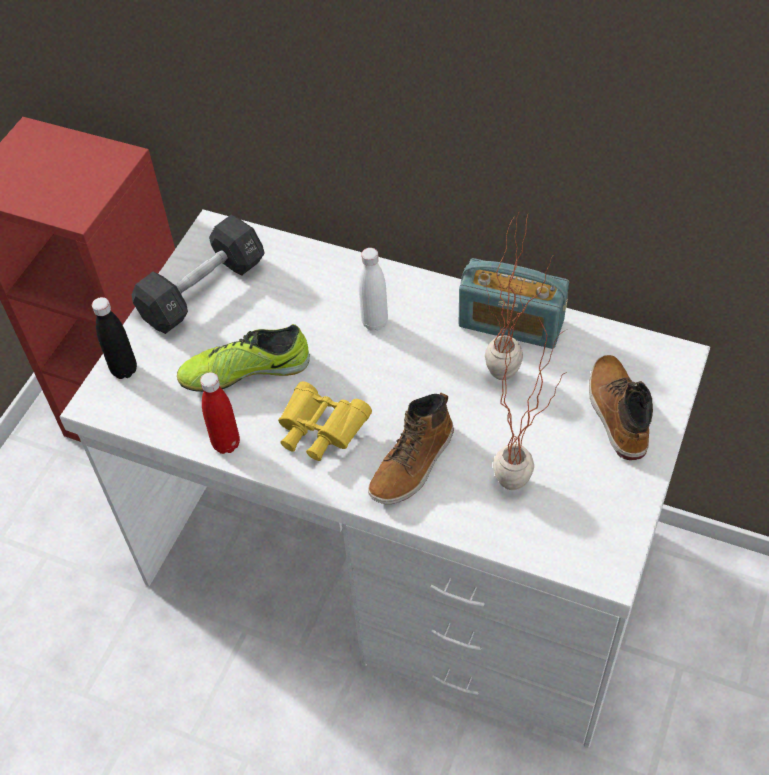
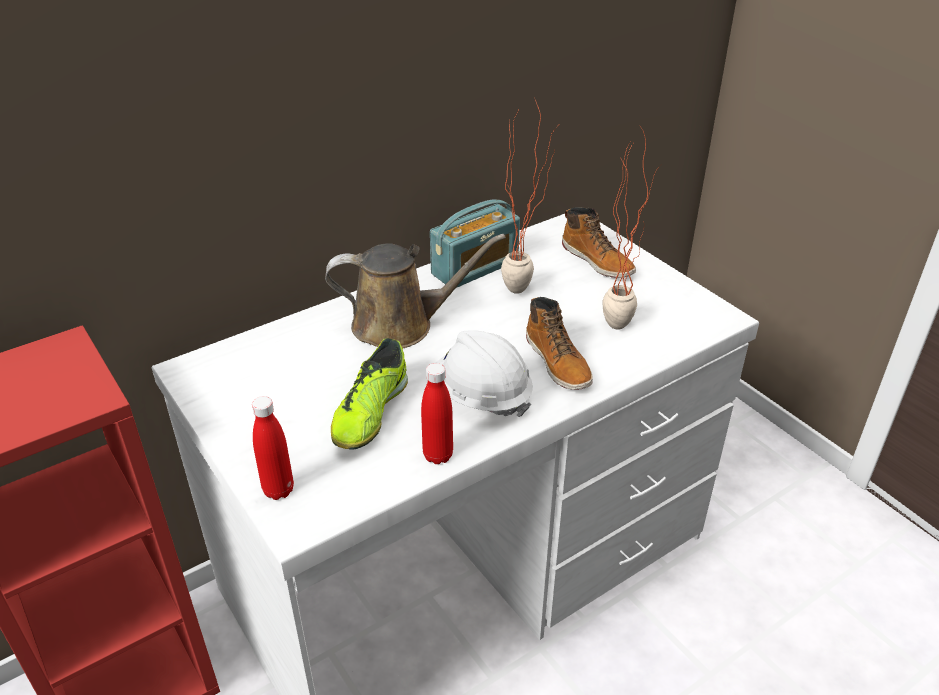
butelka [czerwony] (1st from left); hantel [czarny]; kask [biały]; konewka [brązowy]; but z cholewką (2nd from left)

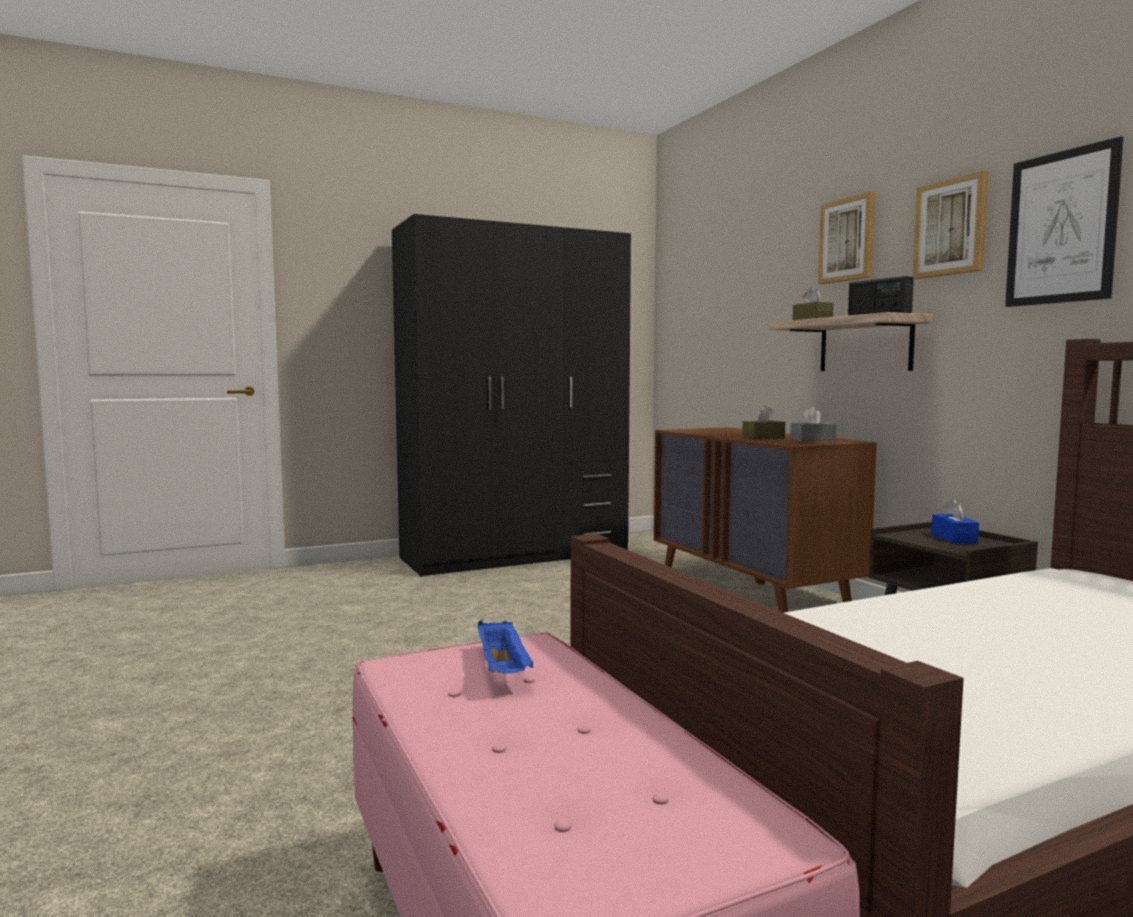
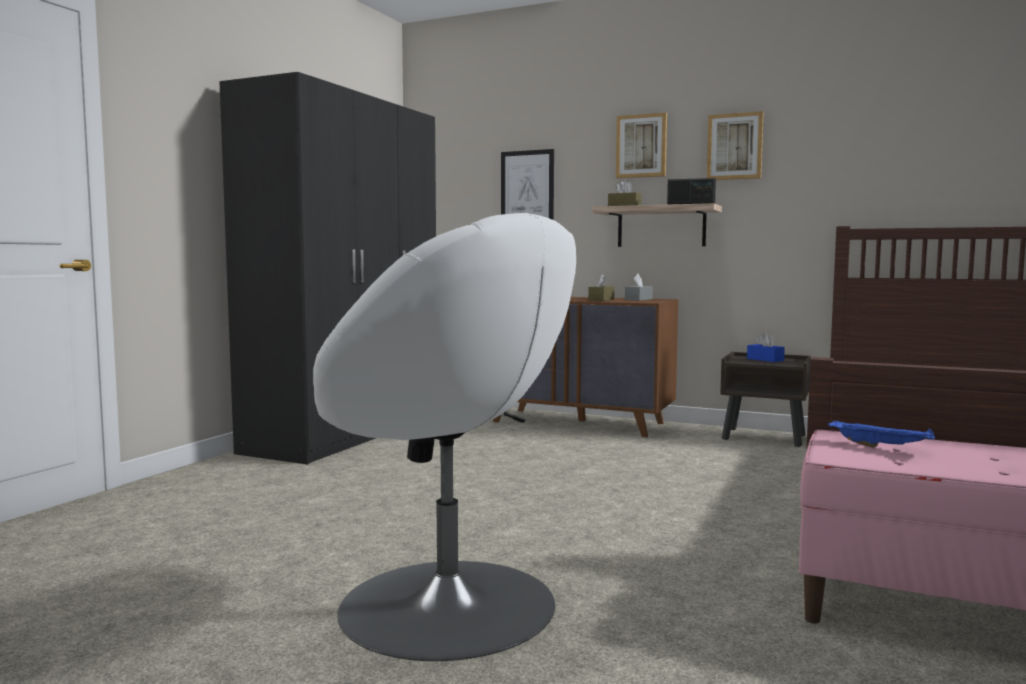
obraz (1st from left); fotel [biały]

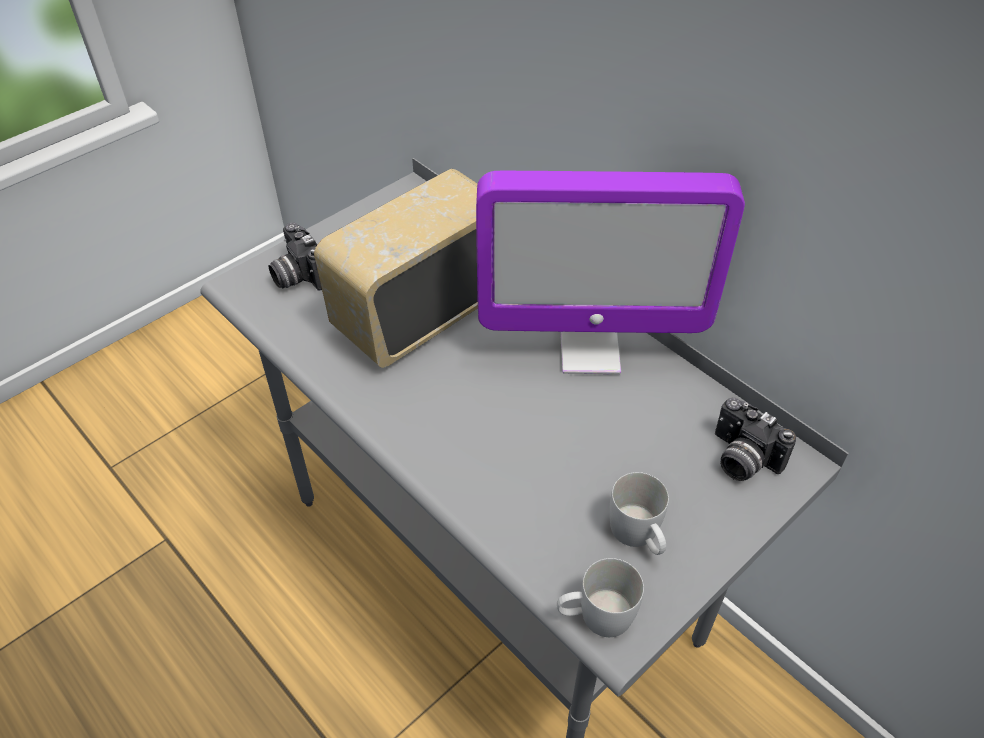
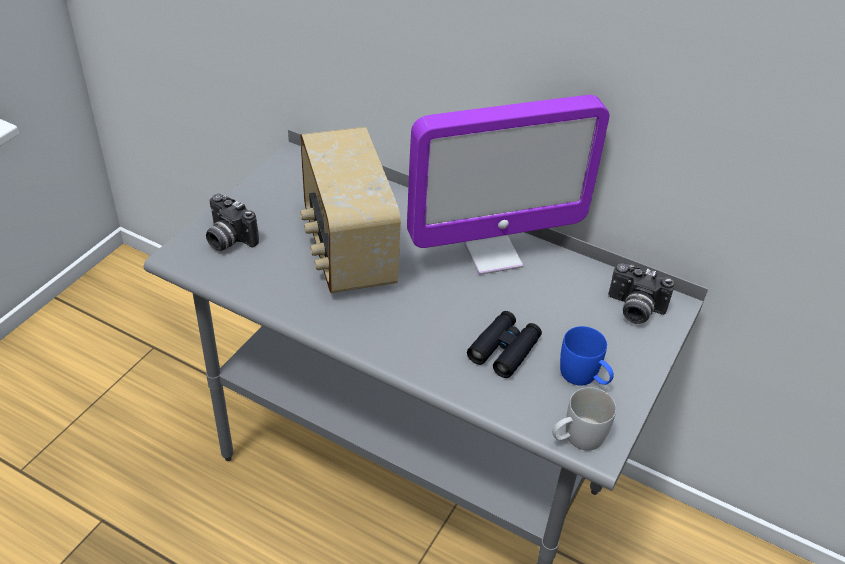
radio; kubek [niebieski]; lornetka [czarny]

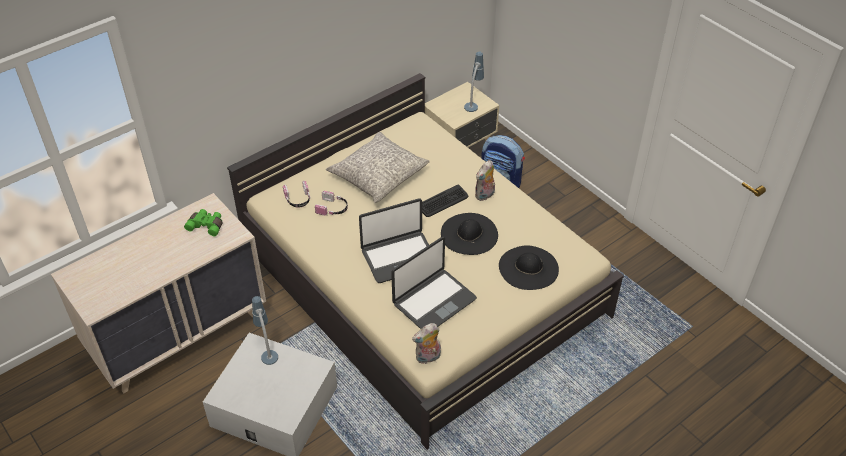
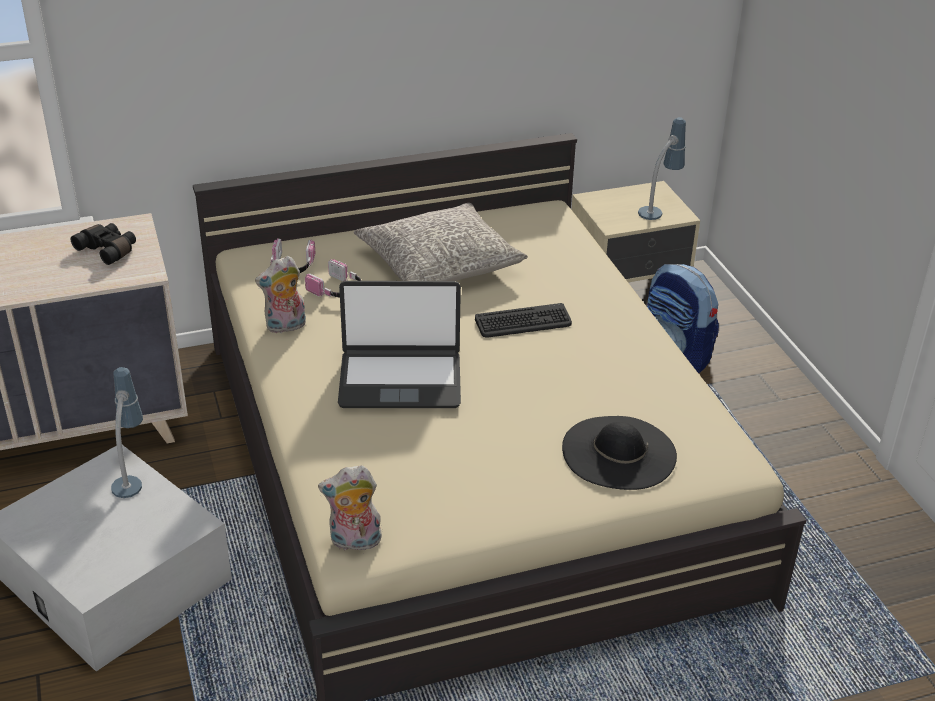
lornetka [czarny]; laptop (2nd from left in the first image); kapelusz [czarny] (1st from left in the first image); pluszak (1st from left)

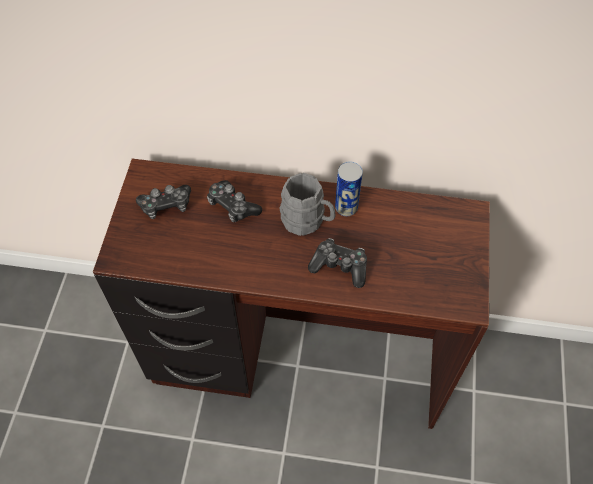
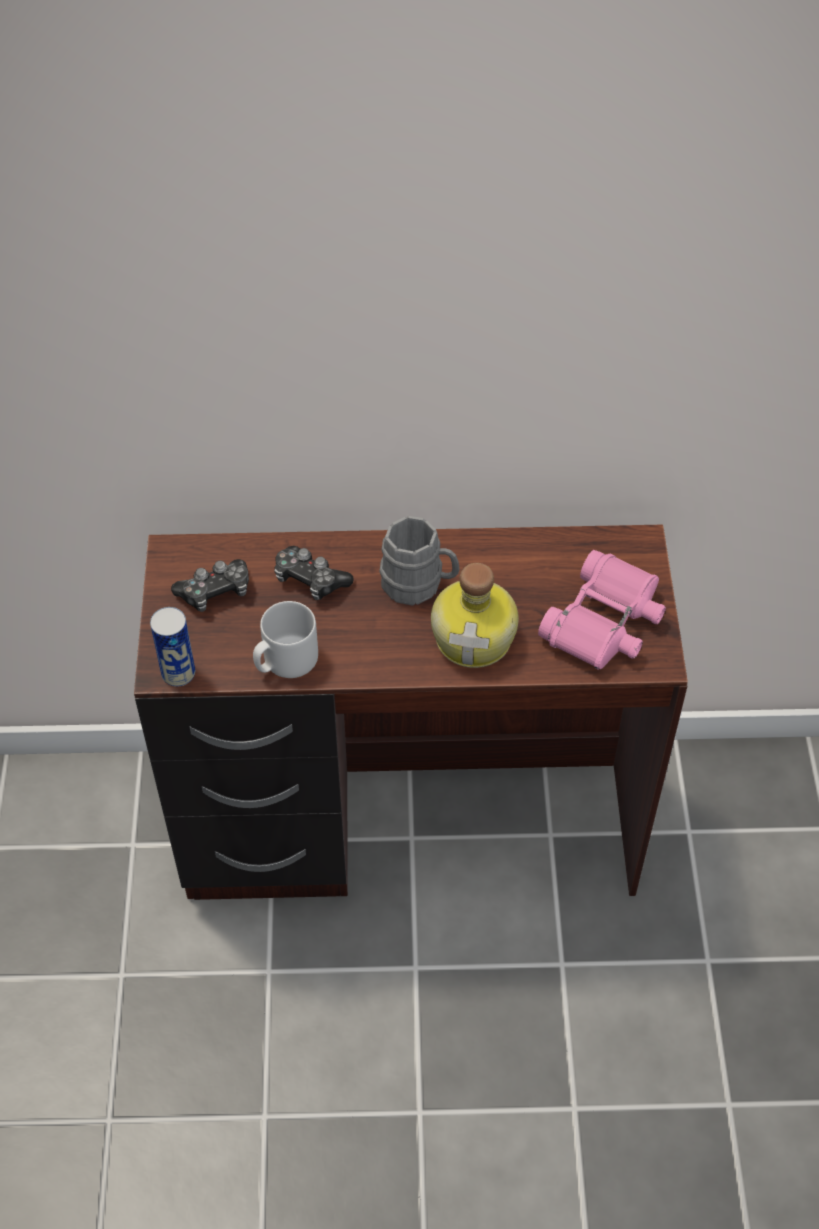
butelka; puszka; kubek [szary] (1st from left); lornetka [różowy]

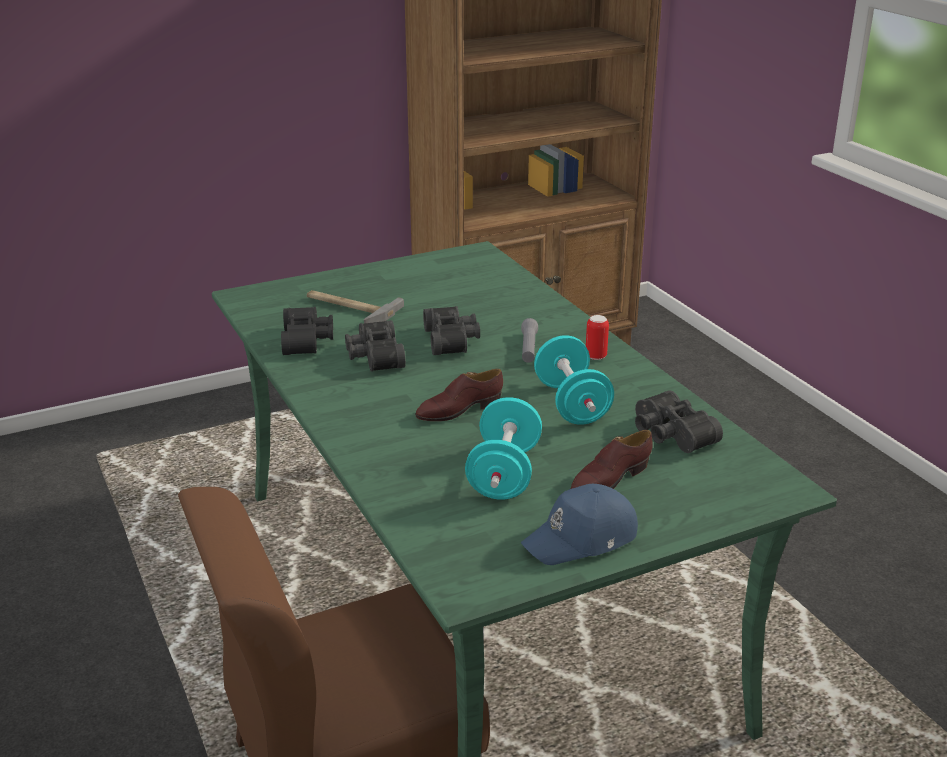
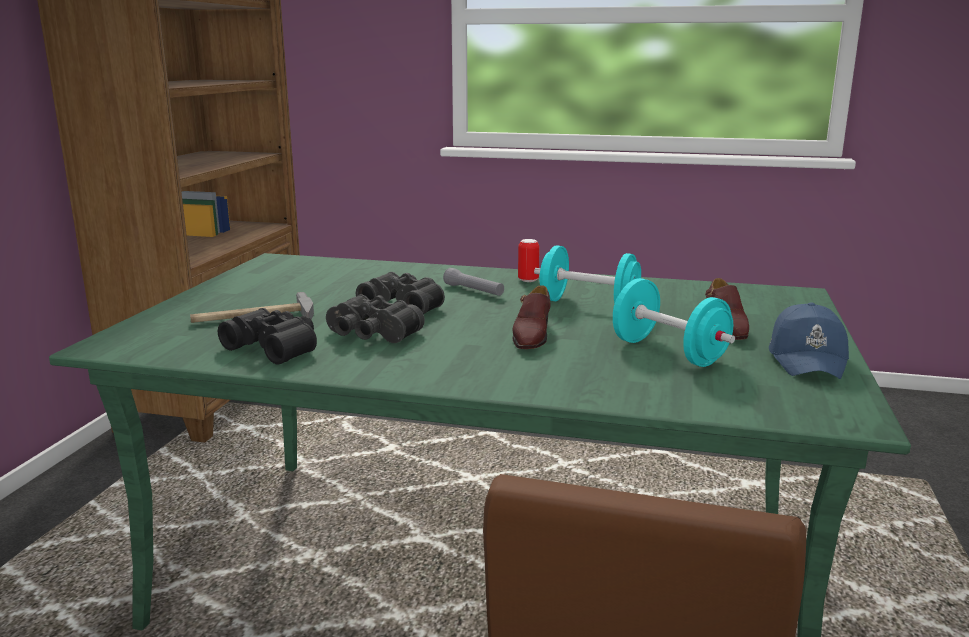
lornetka [czarny] (4th from left in the first image)

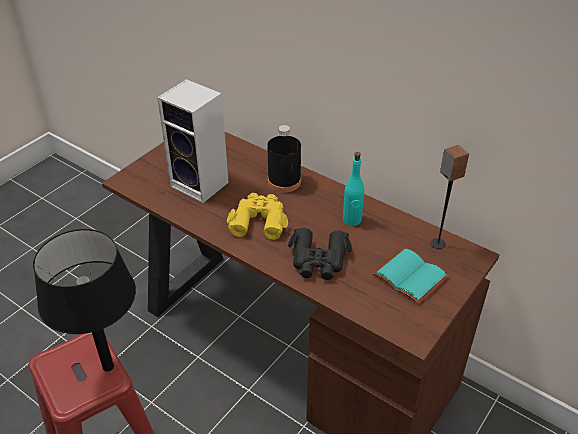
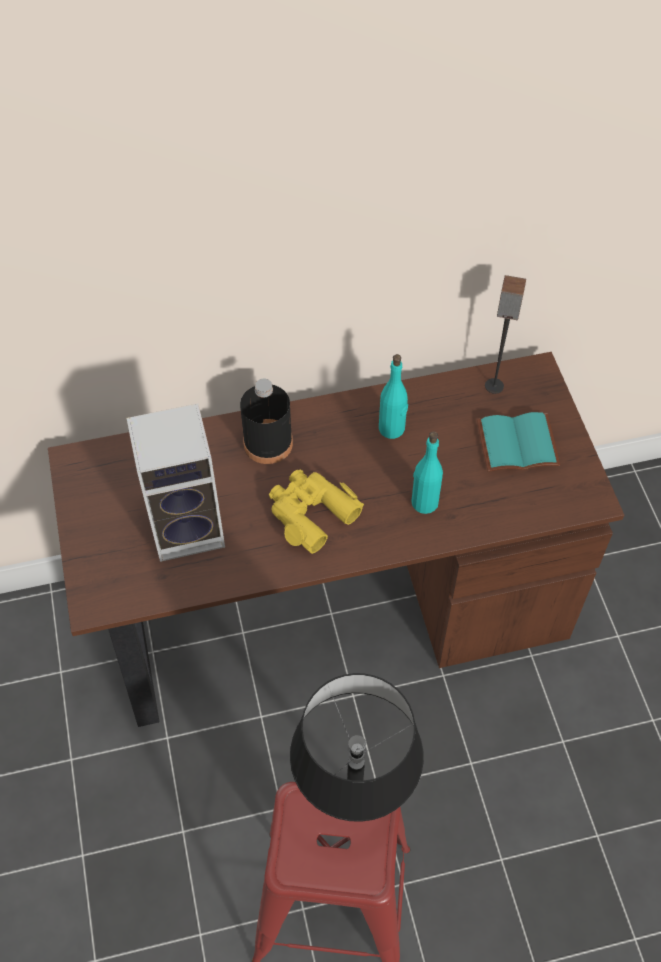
butelka [turkusowy] (2nd from left)

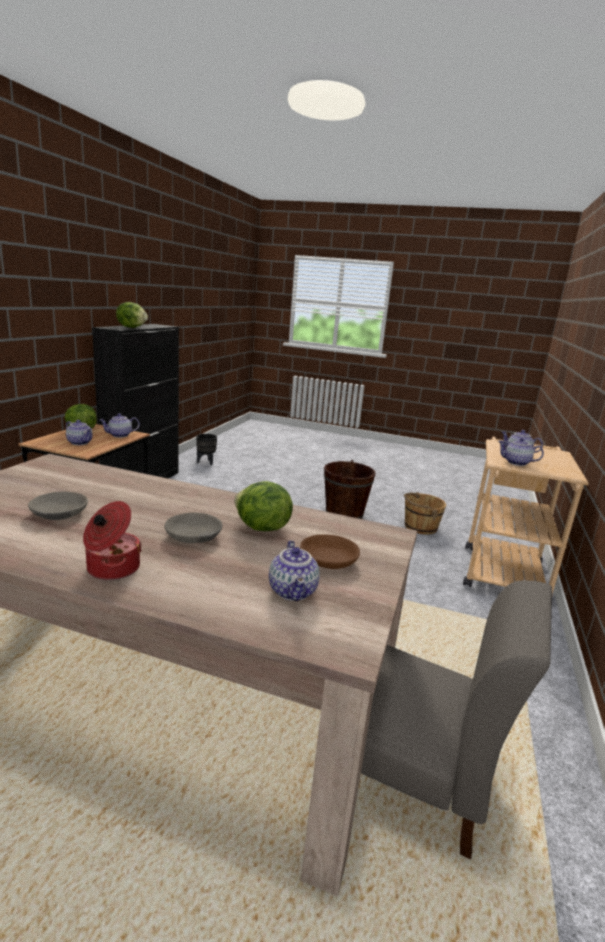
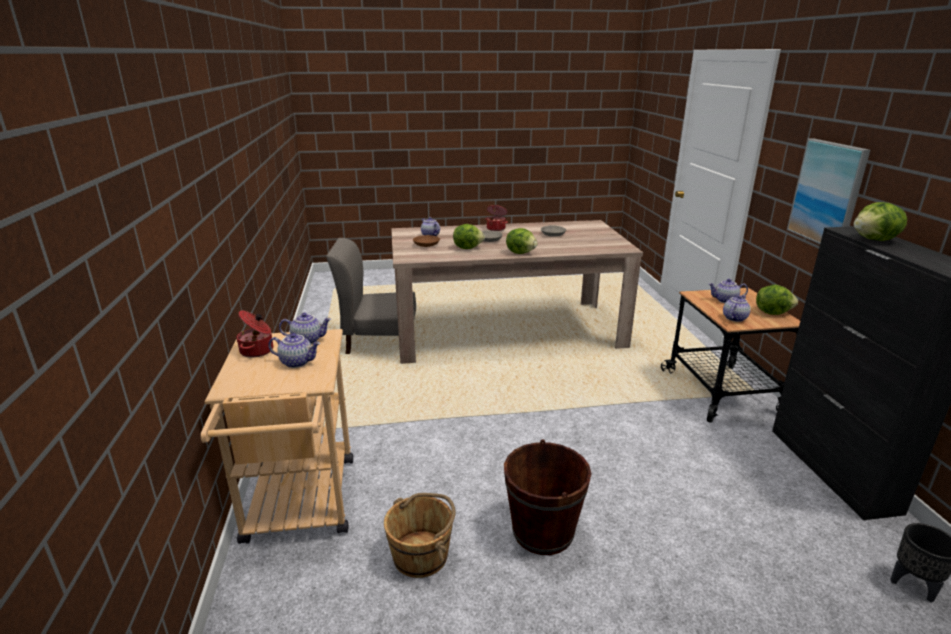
garnek (1st from left); sałata (2nd from left); obraz

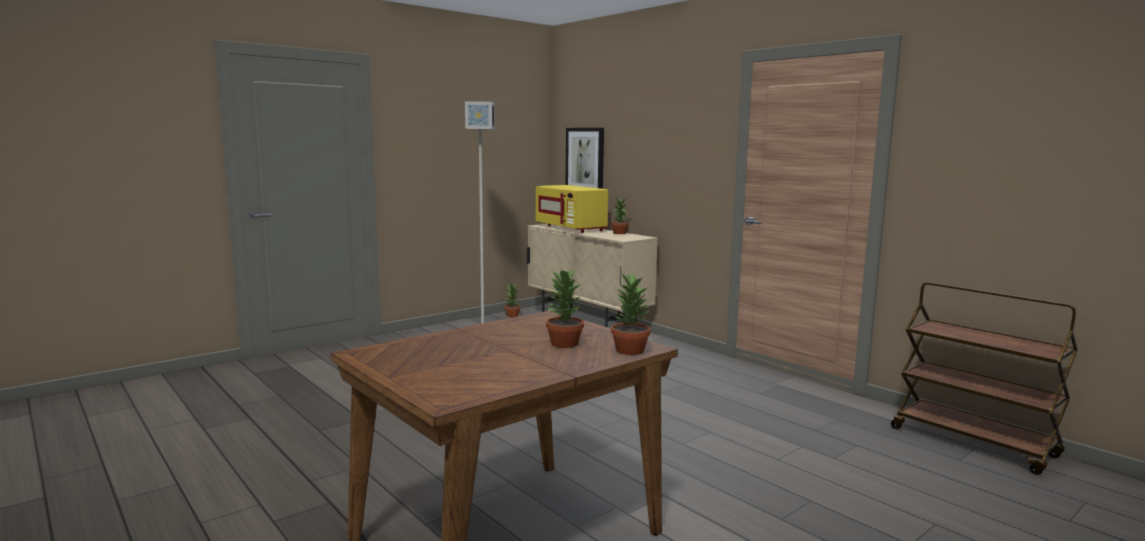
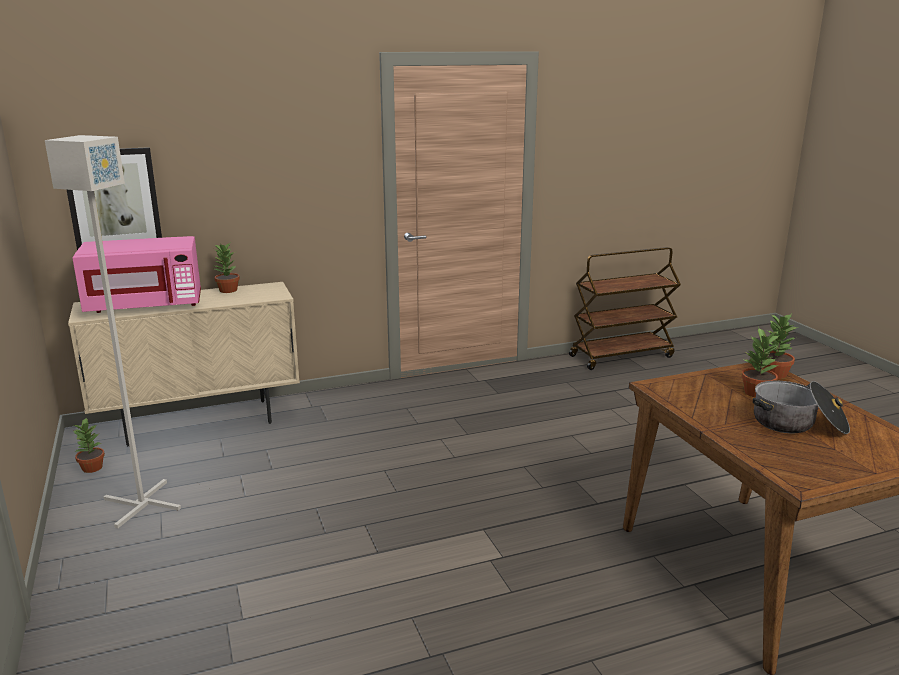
mikrofalówka [różowy]; garnek

